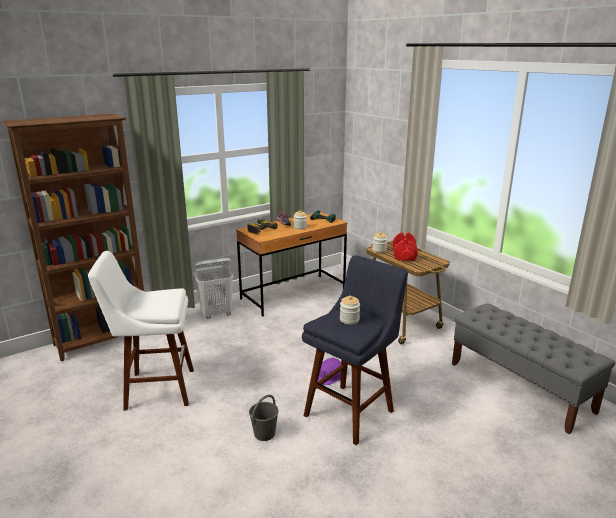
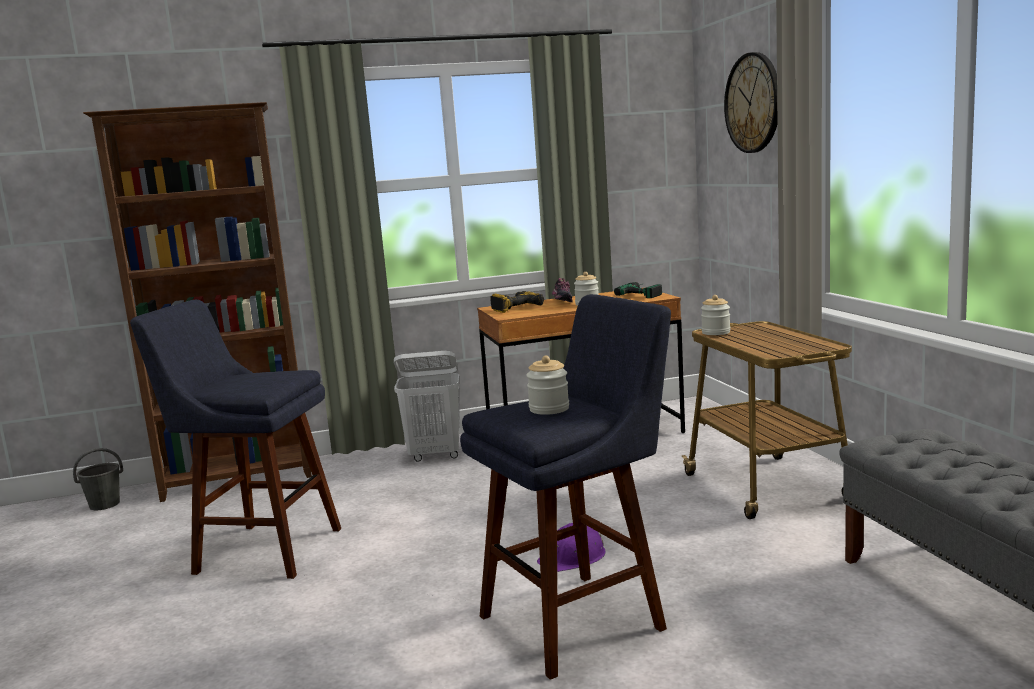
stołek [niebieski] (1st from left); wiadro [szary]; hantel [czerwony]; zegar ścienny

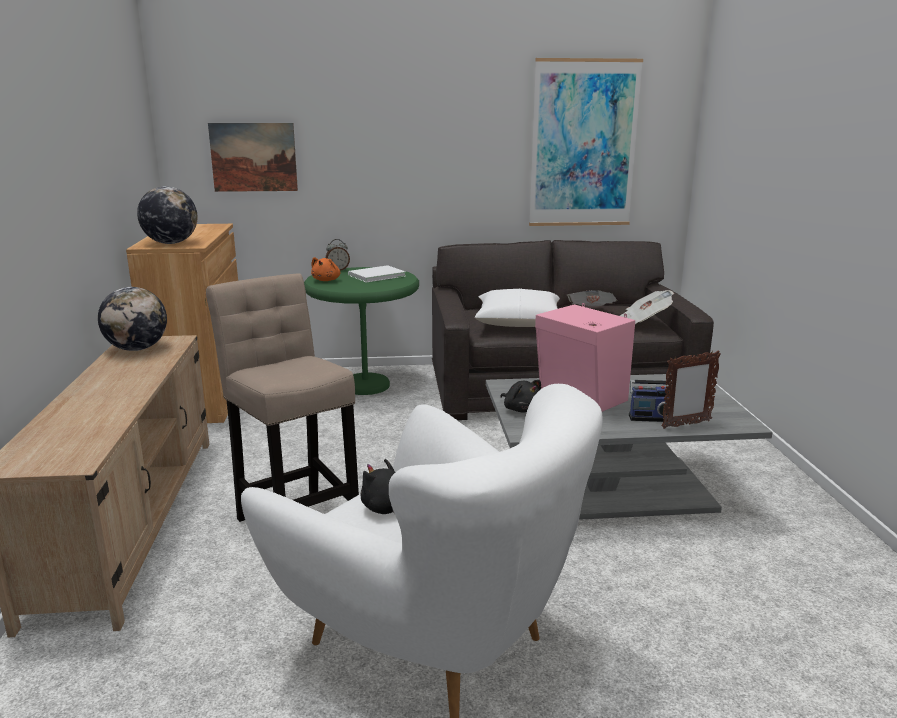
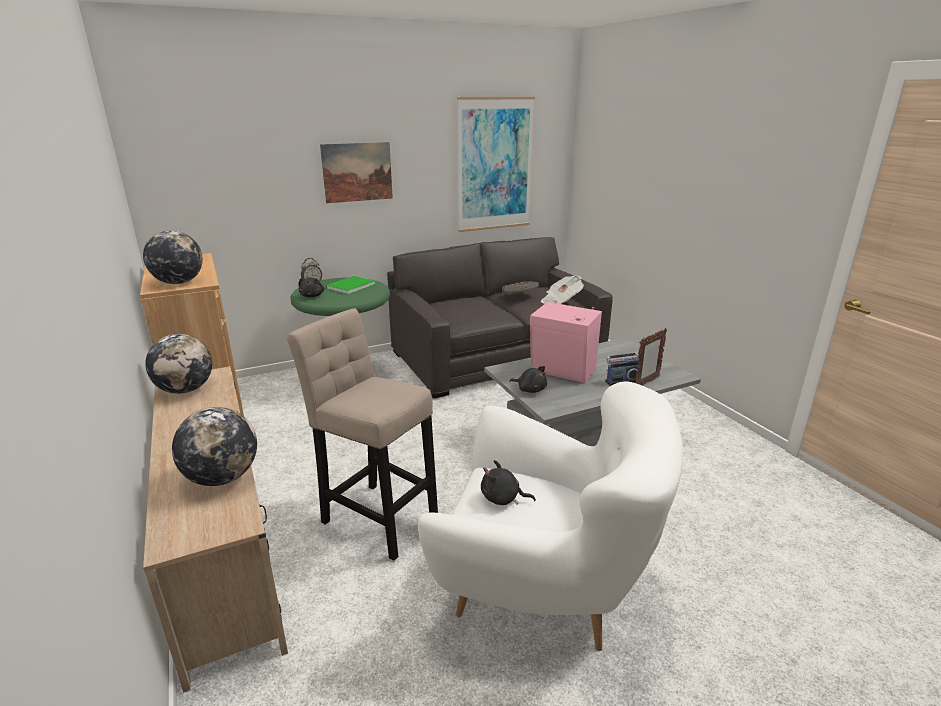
obraz (1st from left); pluszak [czarny] (1st from left); książka [zielony]; poduszka [biały]; globus (3rd from left)

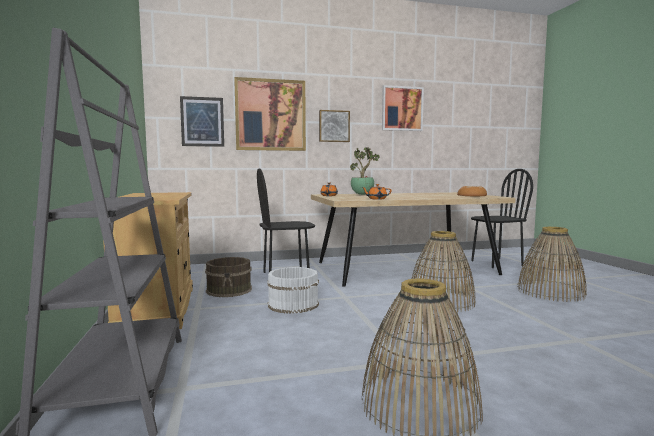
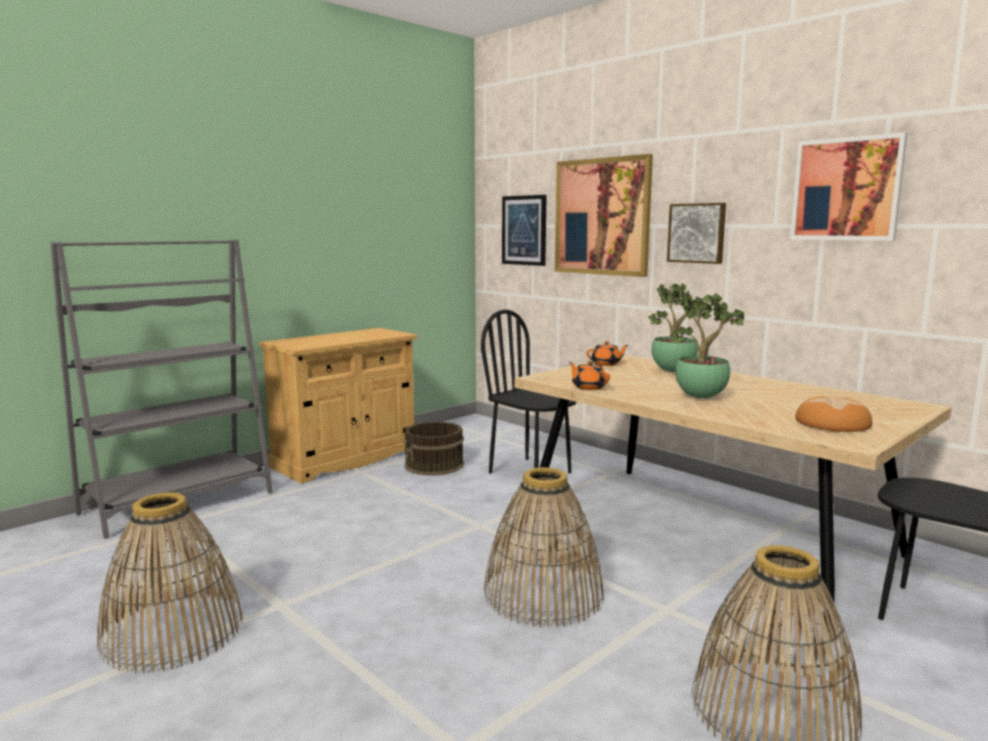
wiadro [biały]; roślina doniczkowa (2nd from left)

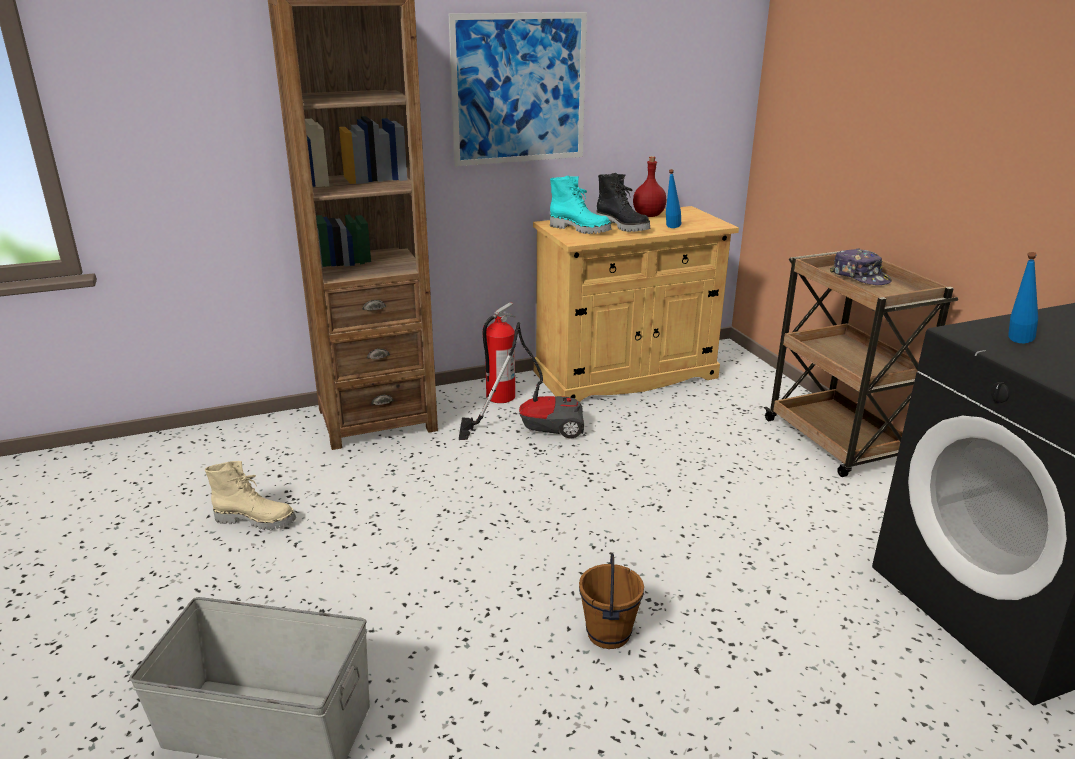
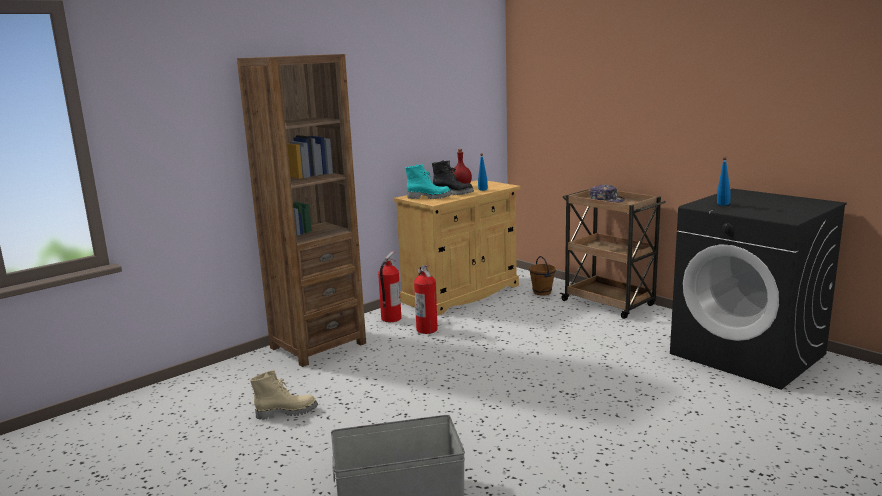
obraz; gaśnica (2nd from left); wiadro [brązowy]

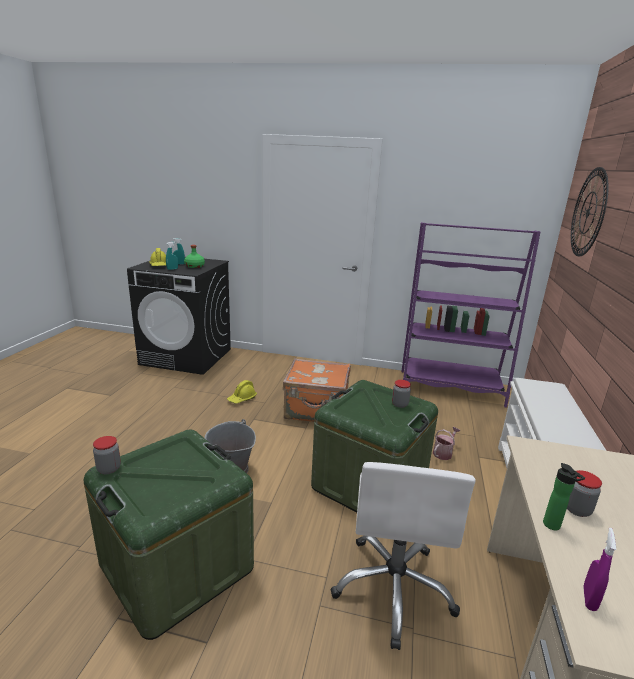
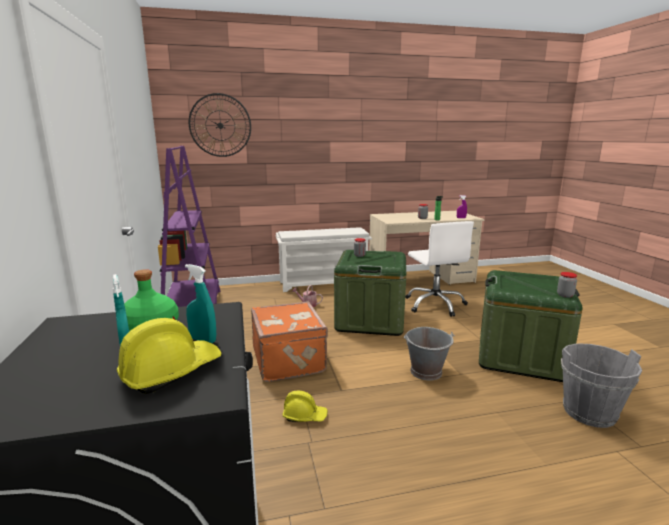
krzesło biurowe [biały]; wiadro [szary] (2nd from left)

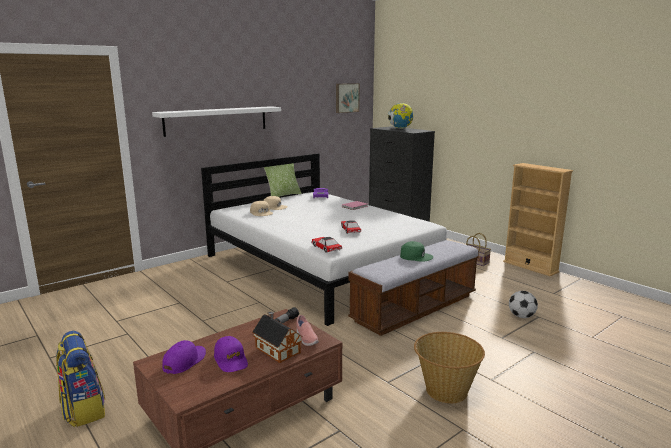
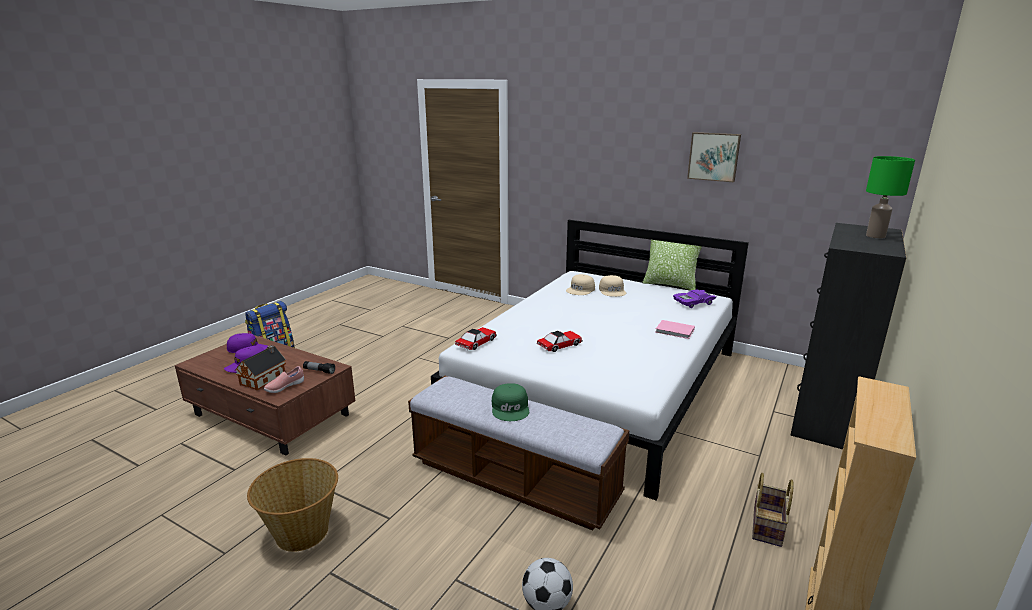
półka [biały]; obraz; lampa stołowa [zielony]

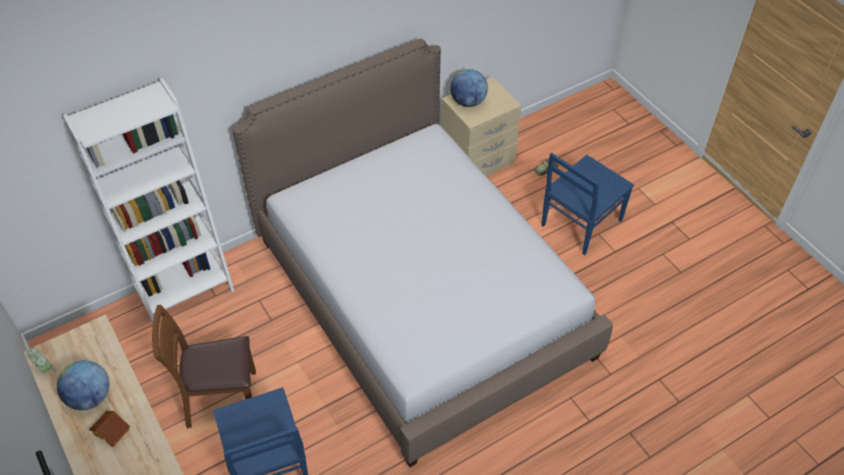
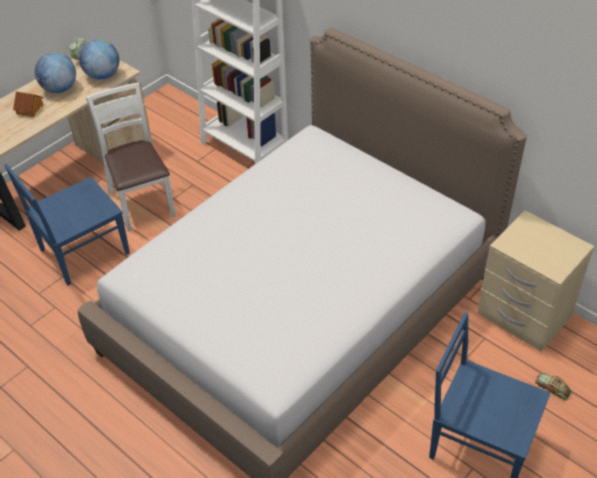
krzesło [biały]; globus (2nd from left)

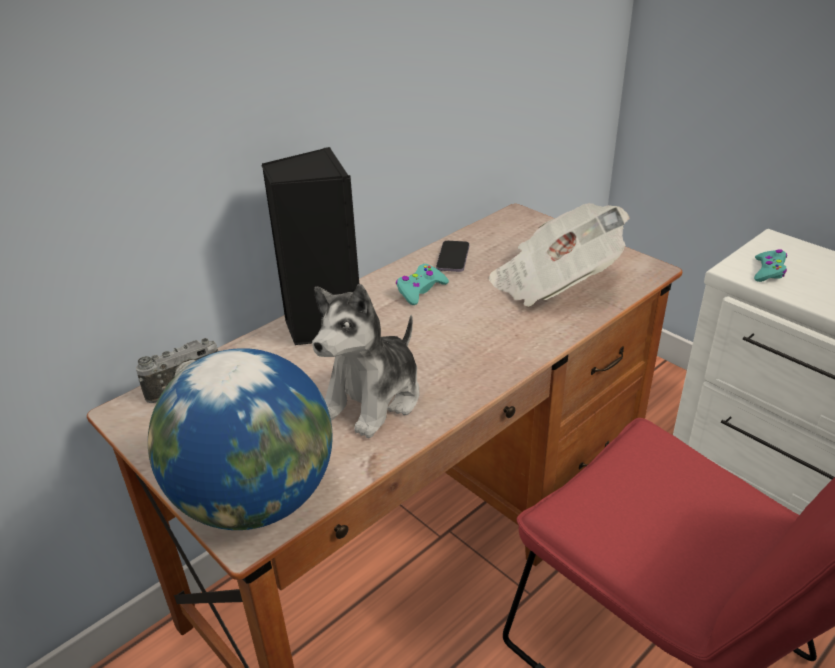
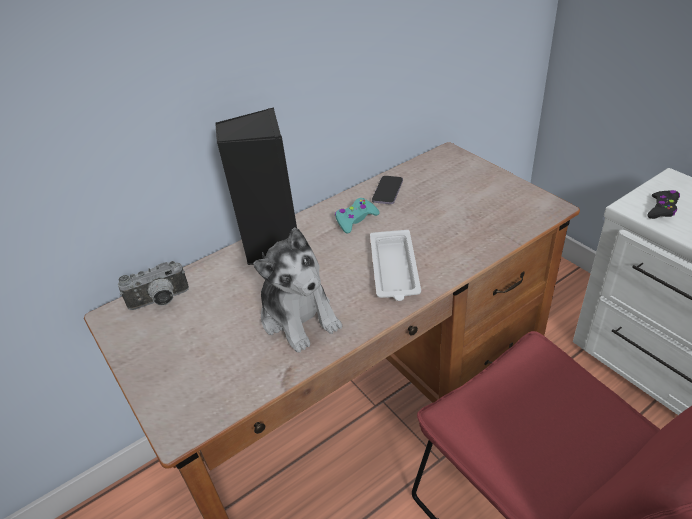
globus; pluszak; gazeta; pad do gier [czarny]; taca [biały]

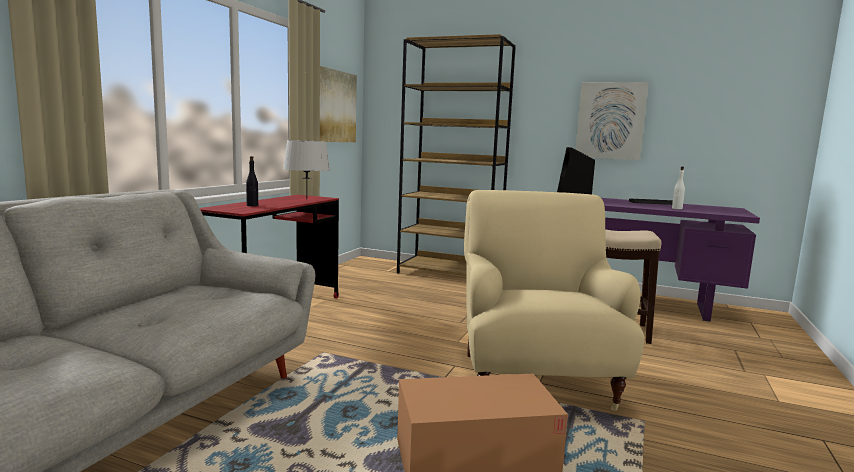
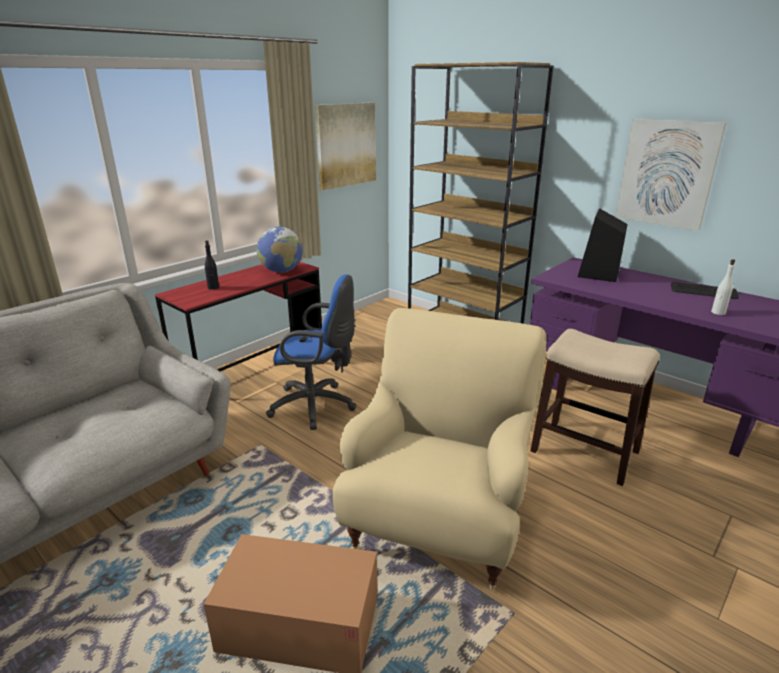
globus; krzesło biurowe [niebieski]

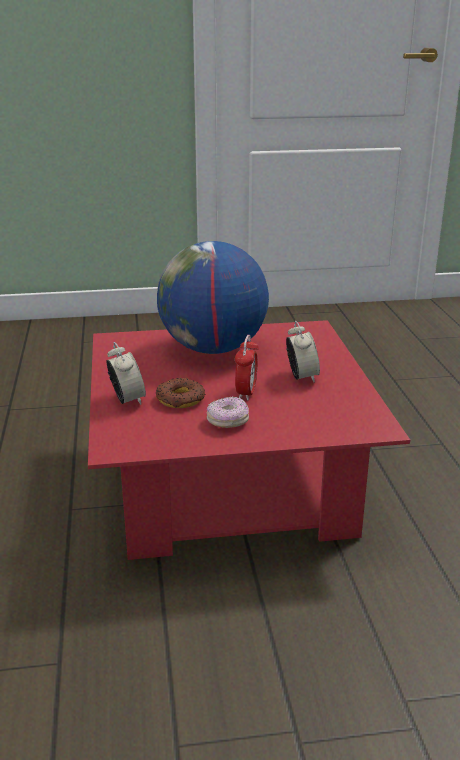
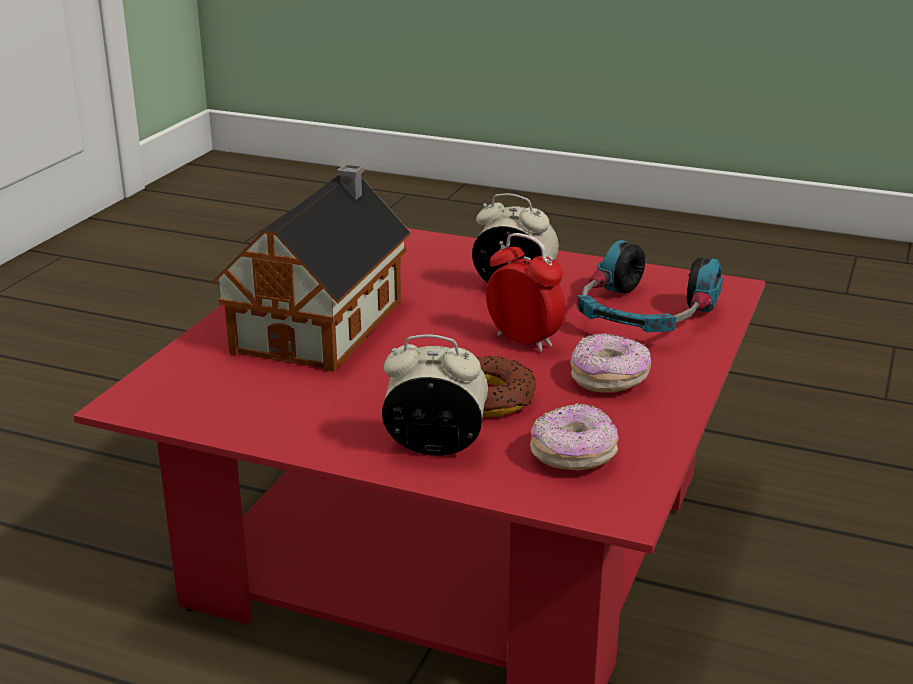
domek; donut (2nd from left); słuchawki

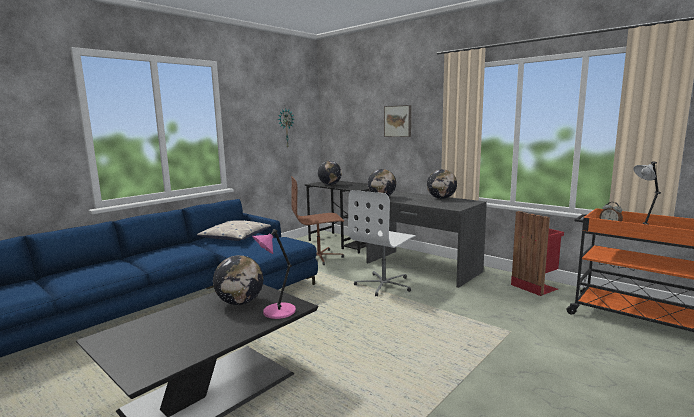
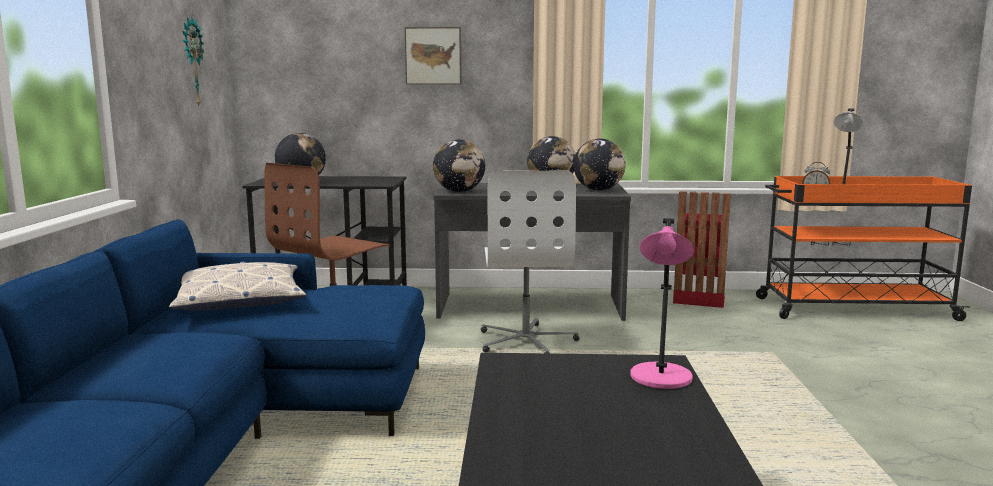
globus (4th from left)

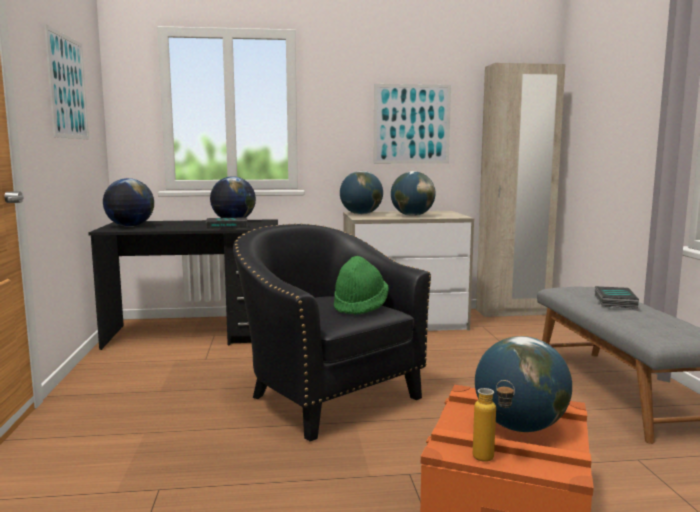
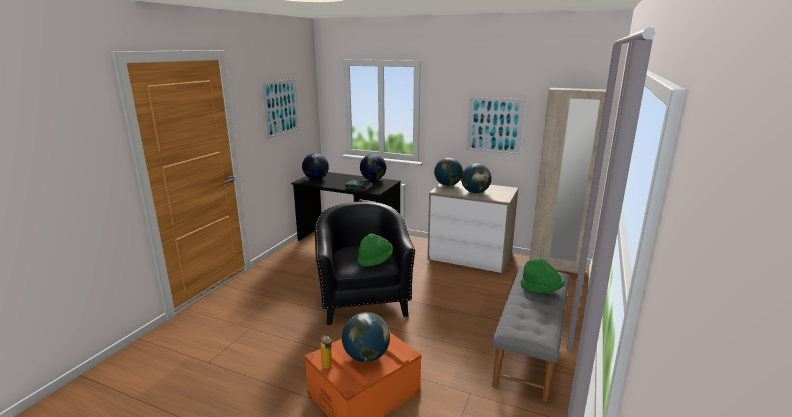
kapelusz [zielony] (2nd from left)

